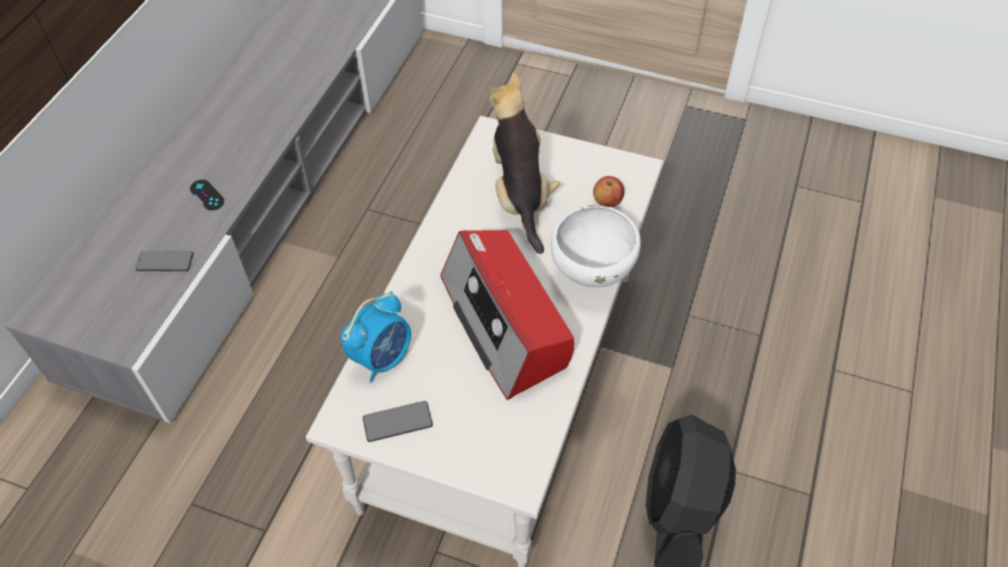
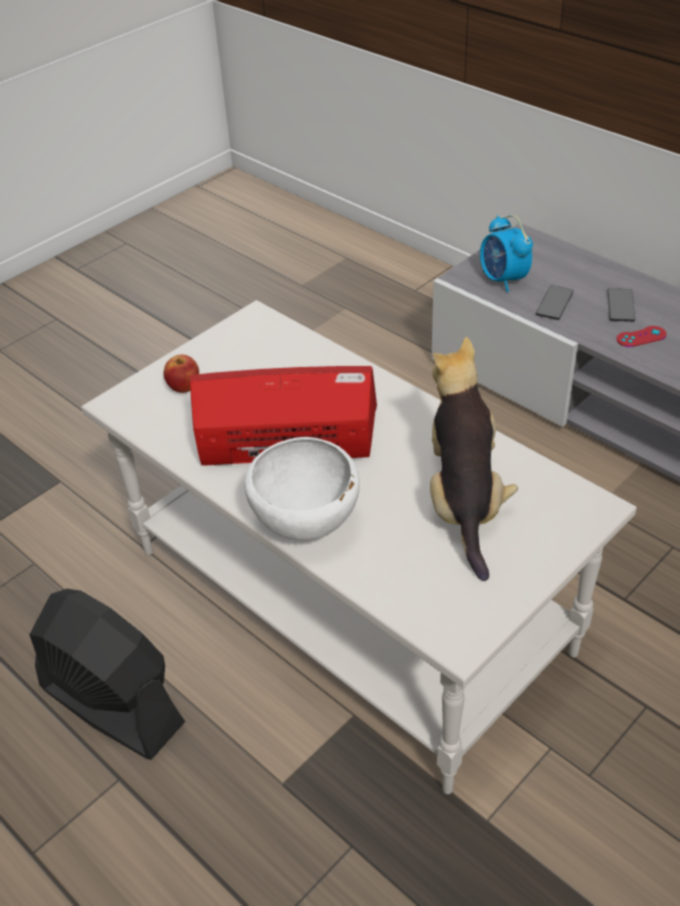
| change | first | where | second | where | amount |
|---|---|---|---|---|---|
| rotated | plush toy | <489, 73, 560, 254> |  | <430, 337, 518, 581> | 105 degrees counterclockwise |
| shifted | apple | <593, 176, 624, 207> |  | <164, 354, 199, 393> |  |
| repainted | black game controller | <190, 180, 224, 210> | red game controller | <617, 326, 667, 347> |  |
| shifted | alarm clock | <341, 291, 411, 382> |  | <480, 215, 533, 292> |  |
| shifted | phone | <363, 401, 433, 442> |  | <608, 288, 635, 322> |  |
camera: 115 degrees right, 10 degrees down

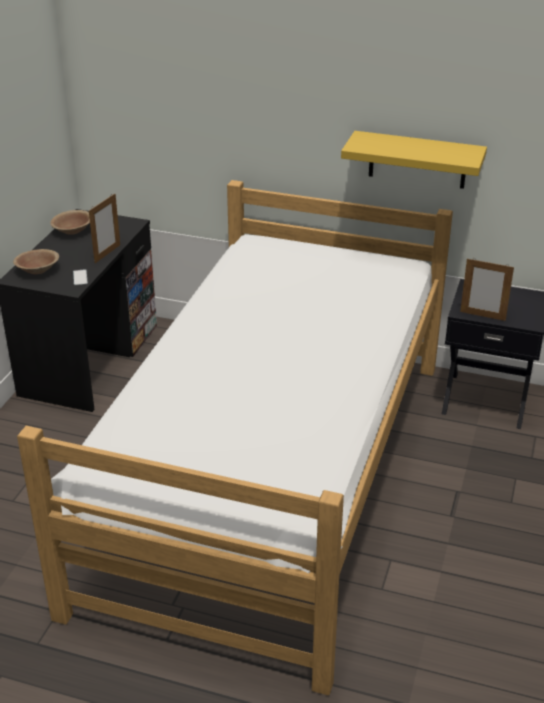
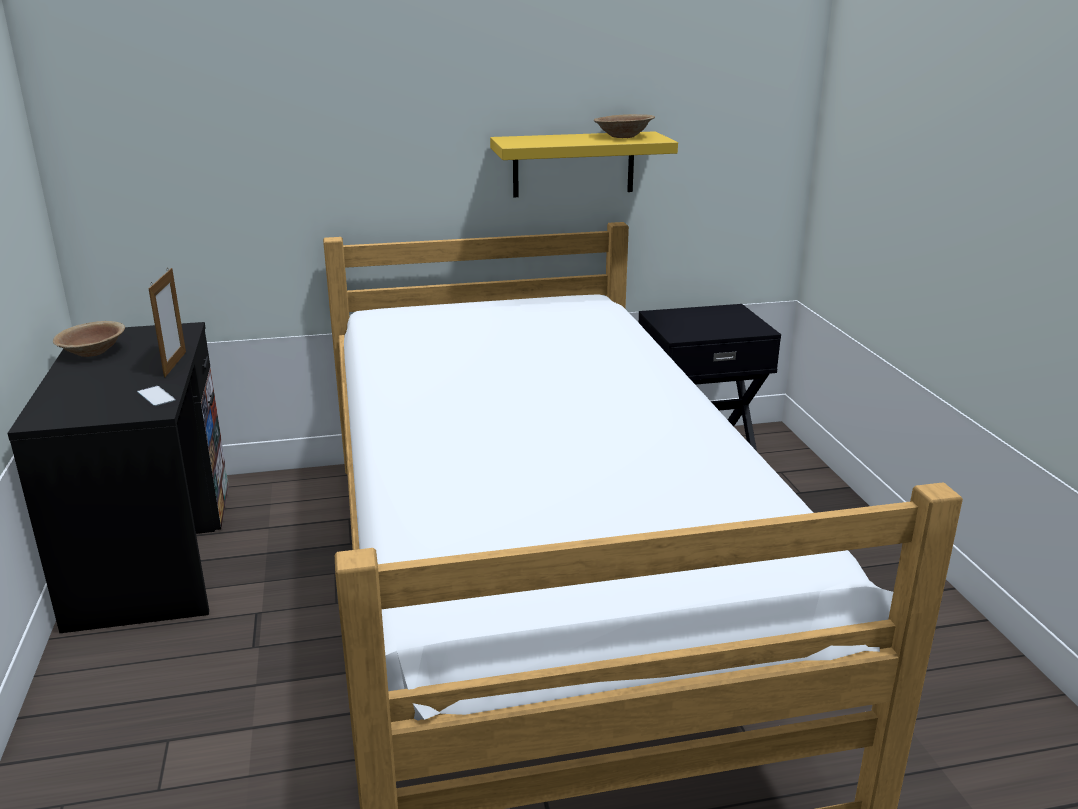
| change | first | where | second | where | amount |
|---|---|---|---|---|---|
| shifted | brown bowl | <13, 249, 59, 274> |  | <594, 114, 655, 138> |  |
| gone | picture frame | <460, 259, 514, 321> |  |  |  |
camera: 30 degrees left, 10 degrees down

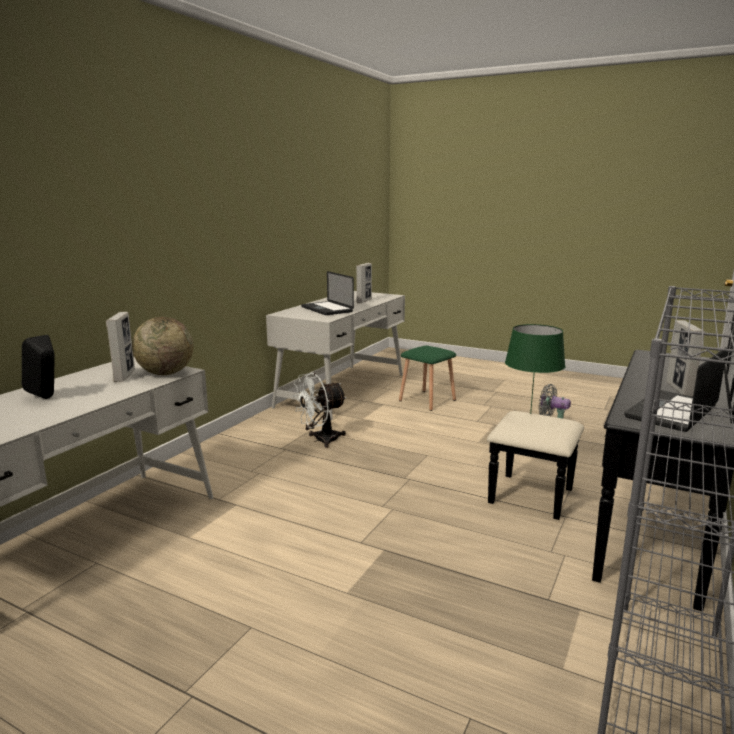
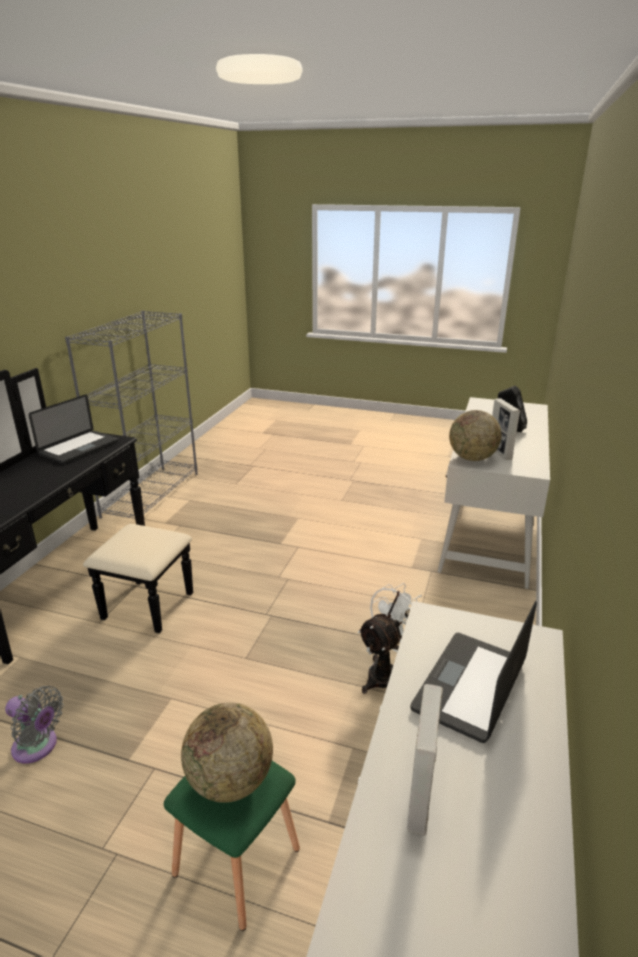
| change | first | where | second | where | amount |
|---|---|---|---|---|---|
| rotated | laptop | <301, 271, 354, 315> |  | <411, 601, 537, 743> | 105 degrees counterclockwise |
| gone | picture frame | <666, 320, 705, 397> |  |  |  |
| gone | green table lamp | <505, 324, 566, 414> |  |  |  |
| new |  |  | globe | <181, 702, 273, 803> |  |
camera: 170 degrees right, 10 degrees up

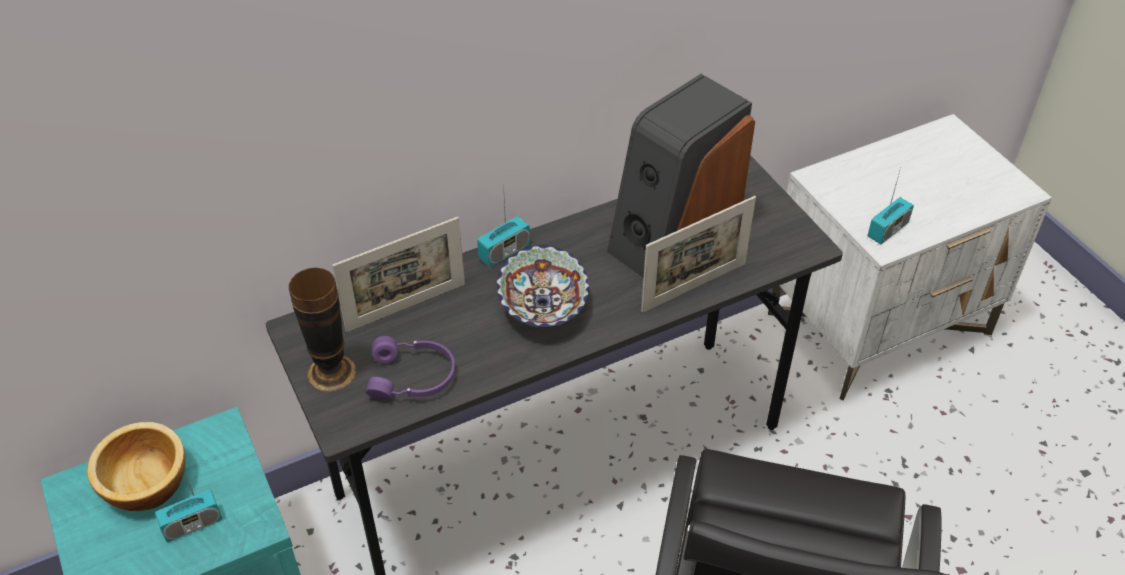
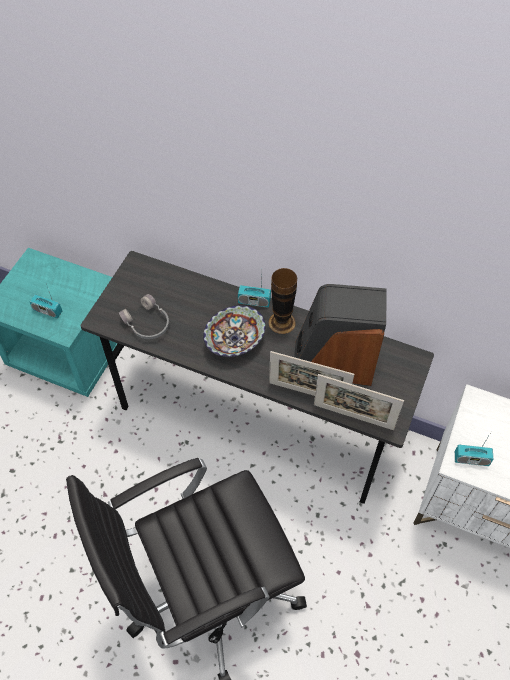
| change | first | where | second | where | amount |
|---|---|---|---|---|---|
| shifted | picture frame | <332, 217, 465, 332> |  | <314, 374, 404, 430> |  |
| shifted | vase | <289, 268, 356, 392> |  | <269, 268, 297, 334> |  |
| repainted | purple headphones | <365, 336, 455, 400> | grey headphones | <119, 294, 169, 339> |  |
| gone | bowl | <87, 422, 186, 511> |  |  |  |
camera: 50 degrees right, 10 degrees up

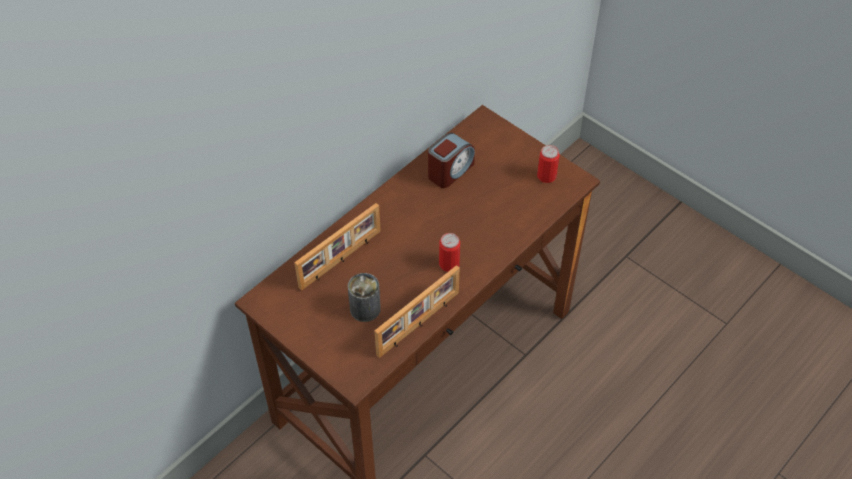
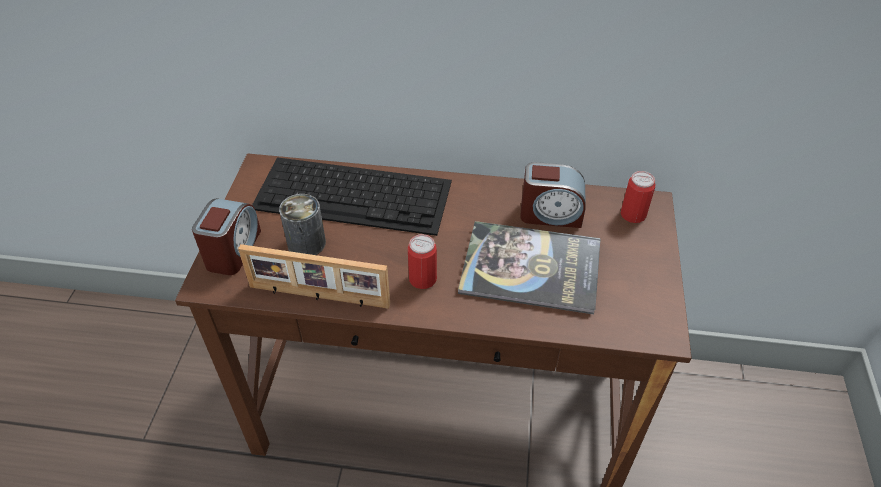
| change | first | where | second | where | amount |
|---|---|---|---|---|---|
| shifted | can | <537, 145, 560, 183> |  | <621, 171, 655, 223> |  |
| swapped | picture frame | <294, 203, 381, 291> | keyboard | <252, 157, 452, 236> |  |
| new |  |  | alarm clock | <192, 198, 261, 275> |  |
| new |  |  | book | <458, 221, 601, 314> |  |
camera: 55 degrees right, 5 degrees down

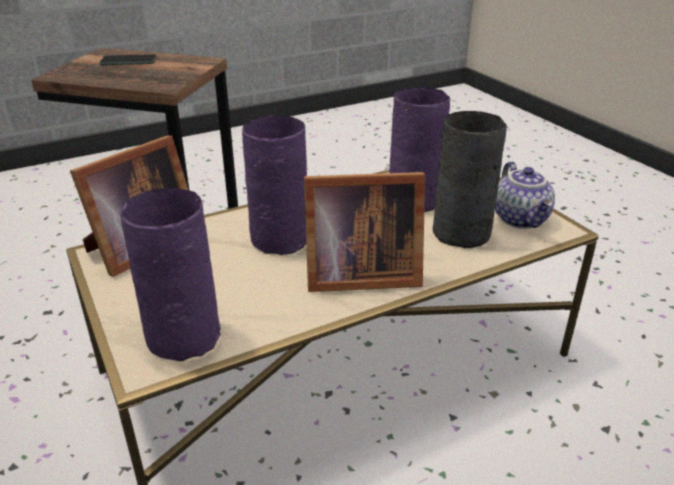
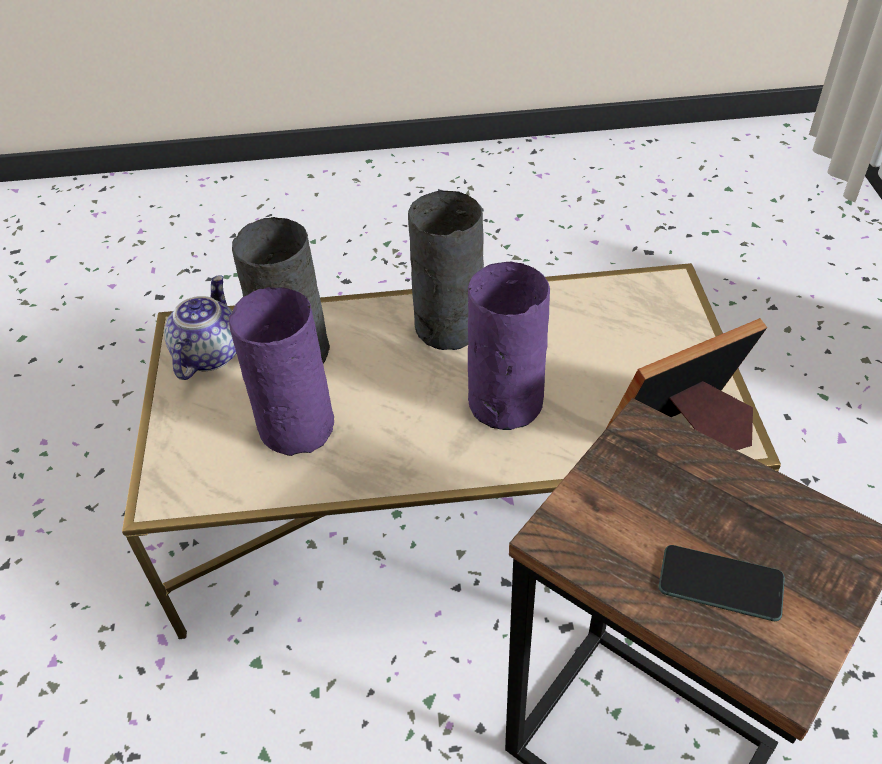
| change | first | where | second | where | amount |
|---|---|---|---|---|---|
| swapped | picture frame | <304, 172, 425, 292> | grey vase | <408, 191, 484, 350> |  |
| gone | purple vase | <120, 188, 221, 361> |  |  |  |
camera: 155 degrees left, 15 degrees up

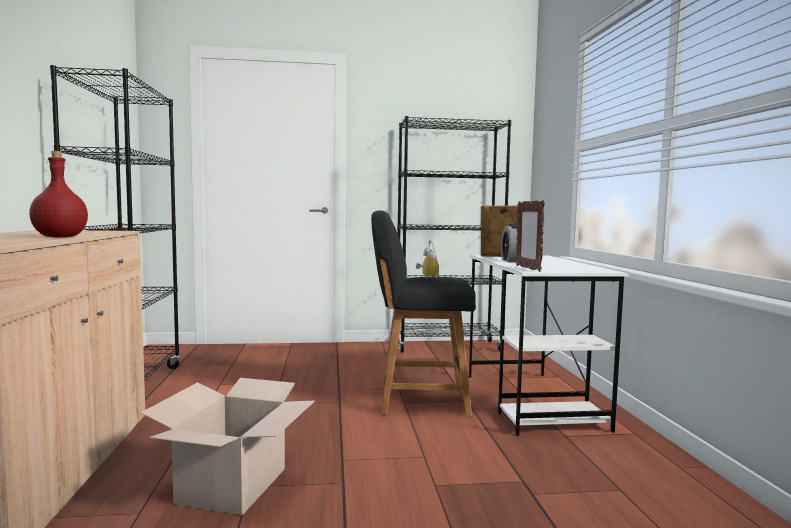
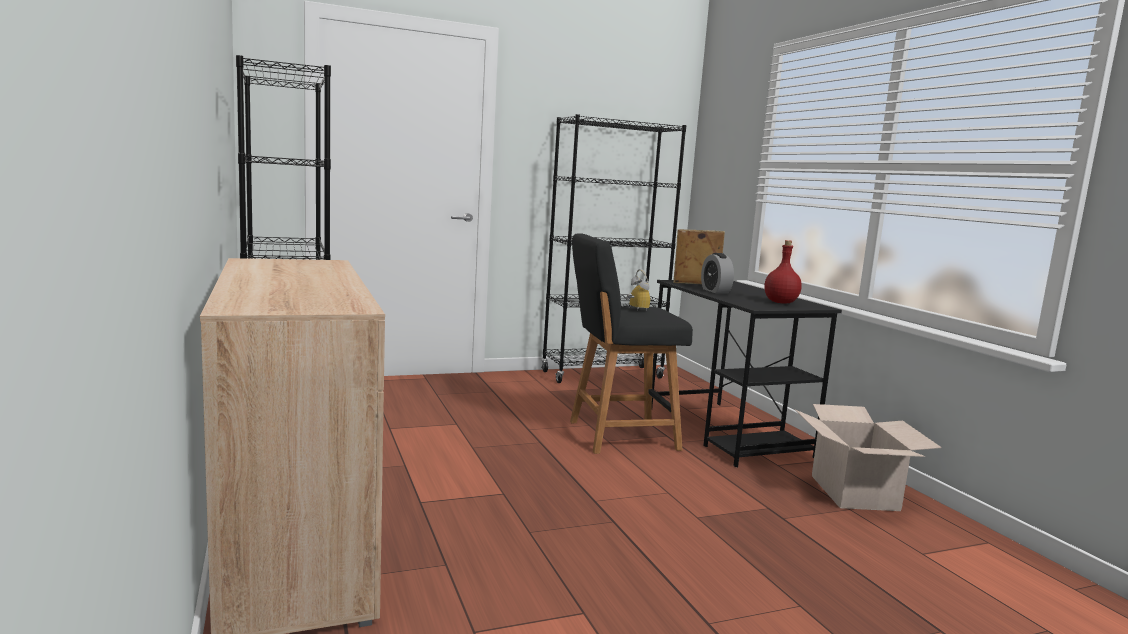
| change | first | where | second | where | amount |
|---|---|---|---|---|---|
| shifted | red bottle | <29, 151, 88, 237> |  | <764, 240, 802, 304> |  |
| gone | picture frame | <516, 200, 545, 272> |  |  |  |
| repainted | white desk | <469, 255, 629, 436> | black desk | <652, 280, 842, 468> |  |
| shifted | cardboard box | <141, 378, 315, 515> |  | <795, 404, 942, 511> |  |
camera: 15 degrees left, 5 degrees up

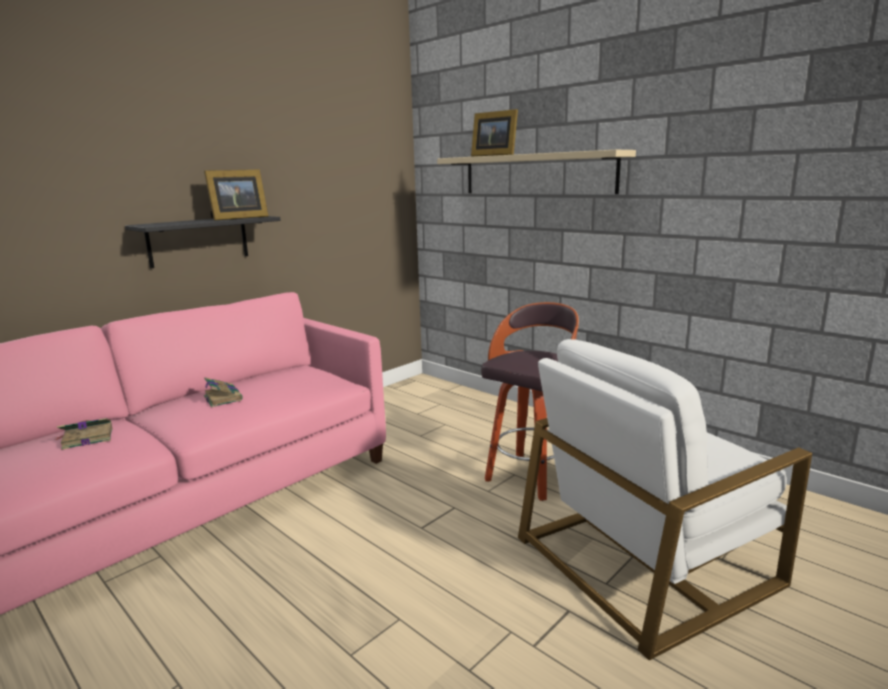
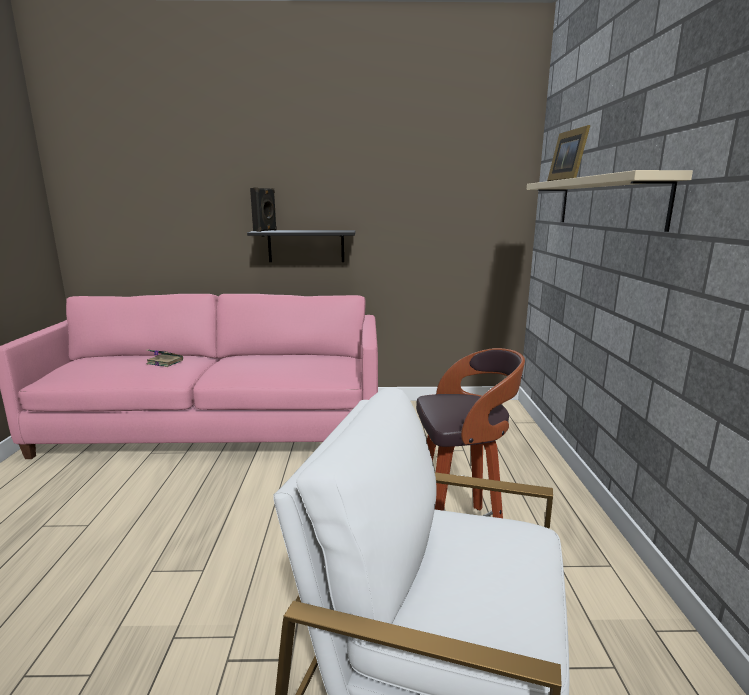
| change | first | where | second | where | amount |
|---|---|---|---|---|---|
| gone | picture frame | <204, 170, 268, 221> |  |  |  |
| gone | book | <204, 377, 243, 407> |  |  |  |
| new |  |  | black speaker | <250, 188, 277, 232> |  |
camera: 45 degrees right, 0 degrees up

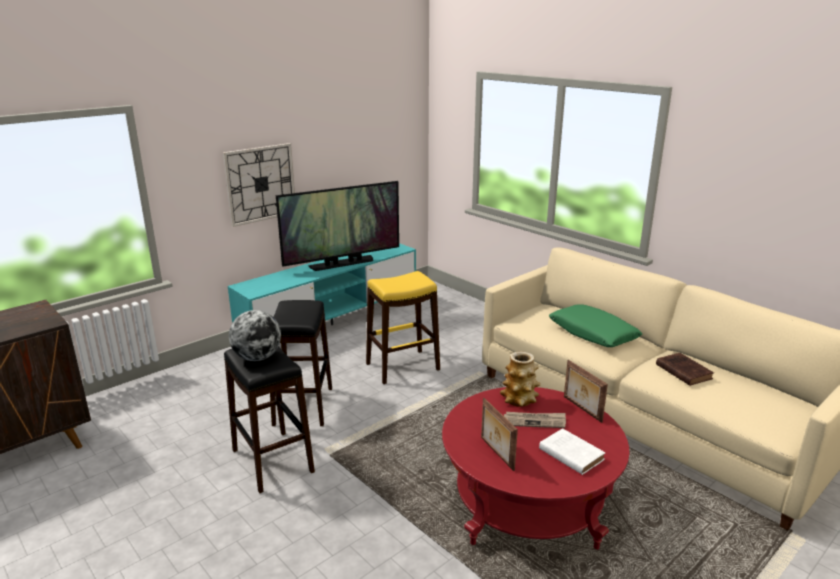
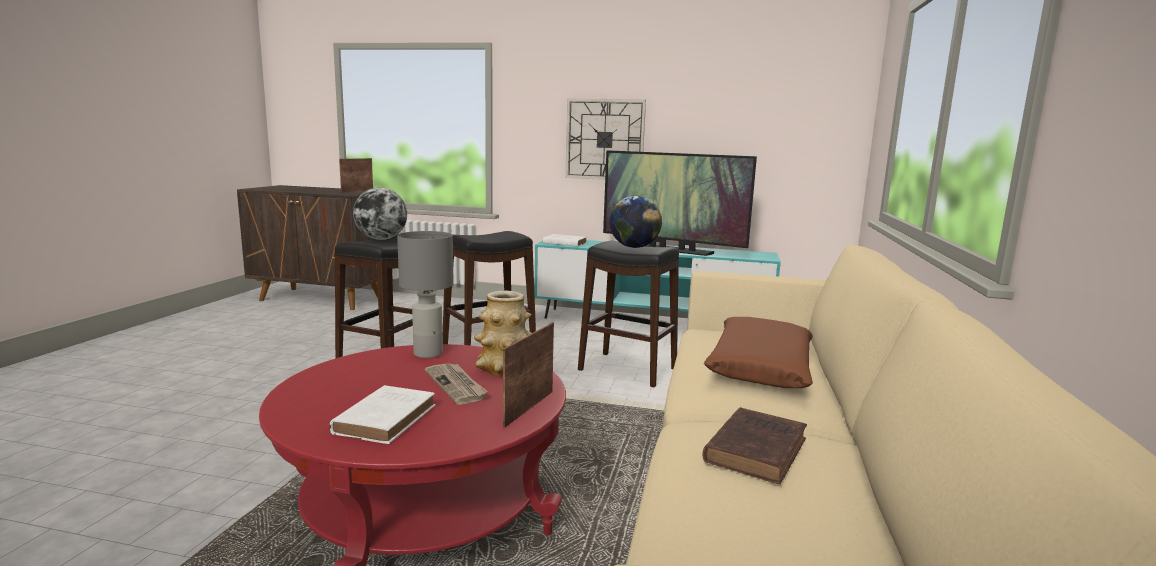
| change | first | where | second | where | amount |
|---|---|---|---|---|---|
| repainted | yellow stool | <366, 271, 440, 384> | black stool | <578, 241, 679, 387> |  |
| repainted | green pillow | <549, 304, 642, 347> | brown pillow | <704, 317, 813, 388> |  |
| shifted | picture frame | <481, 398, 518, 471> |  | <339, 158, 373, 193> |  |
| new |  |  | globe | <610, 195, 662, 248> |  |
| new |  |  | grey table lamp | <397, 231, 454, 358> |  |
| new |  |  | white book | <543, 234, 587, 247> |  |
camera: 55 degrees right, 10 degrees down

